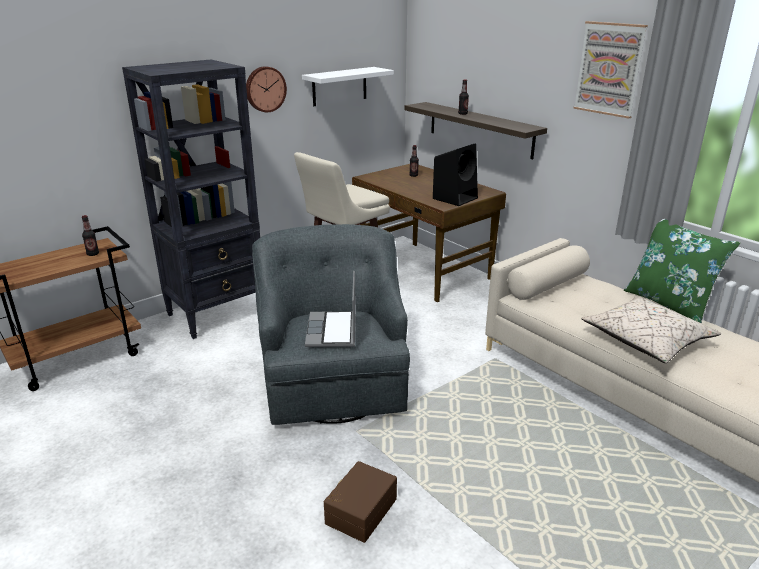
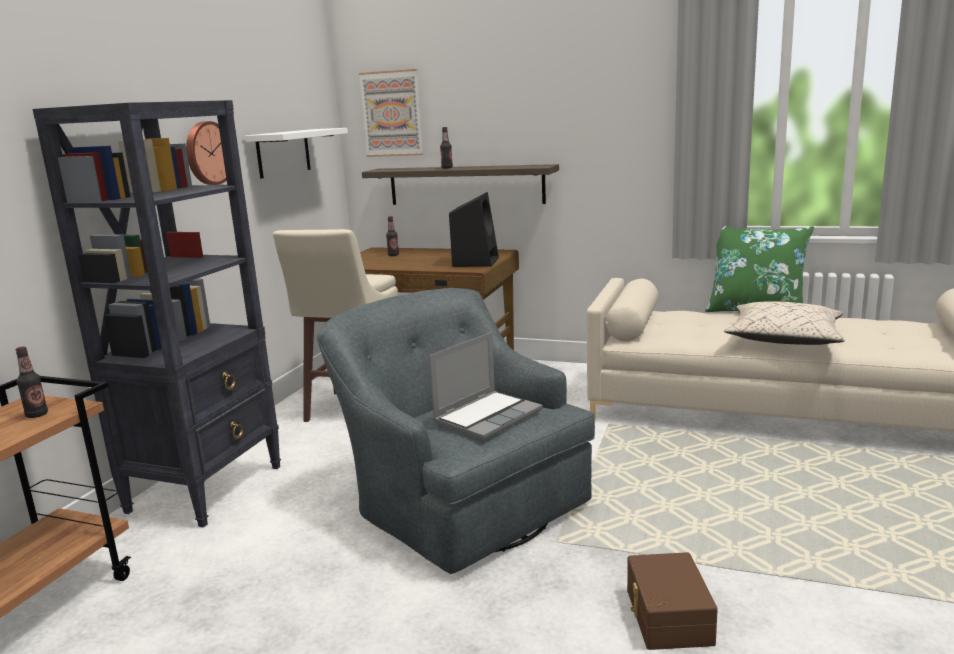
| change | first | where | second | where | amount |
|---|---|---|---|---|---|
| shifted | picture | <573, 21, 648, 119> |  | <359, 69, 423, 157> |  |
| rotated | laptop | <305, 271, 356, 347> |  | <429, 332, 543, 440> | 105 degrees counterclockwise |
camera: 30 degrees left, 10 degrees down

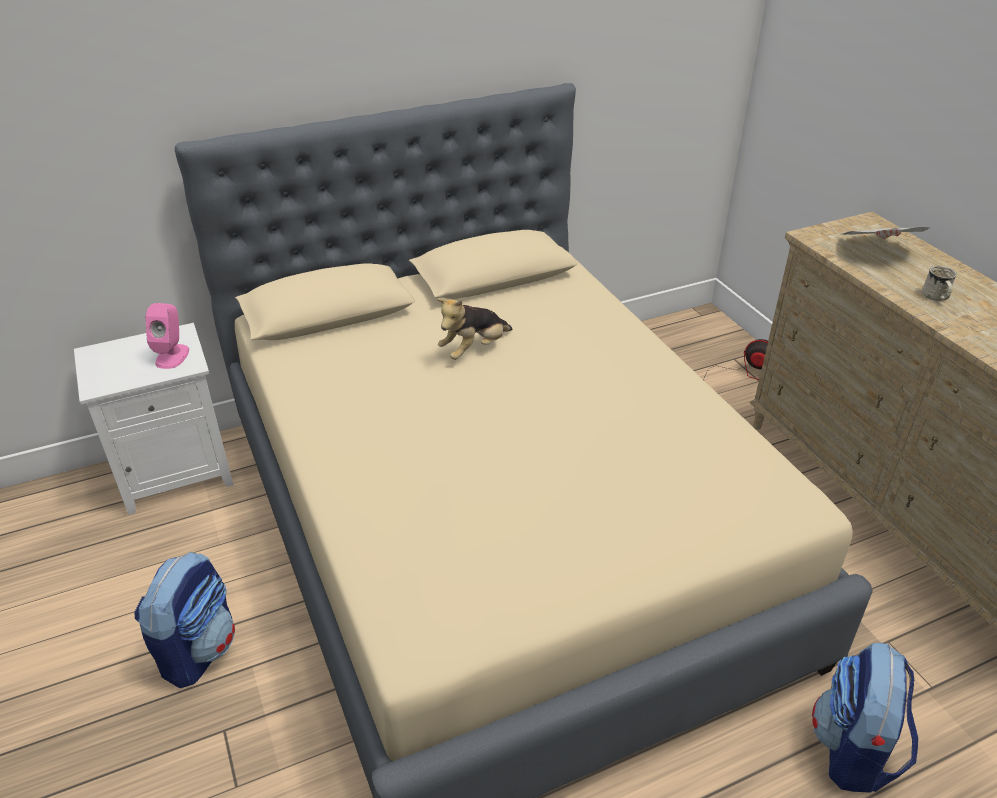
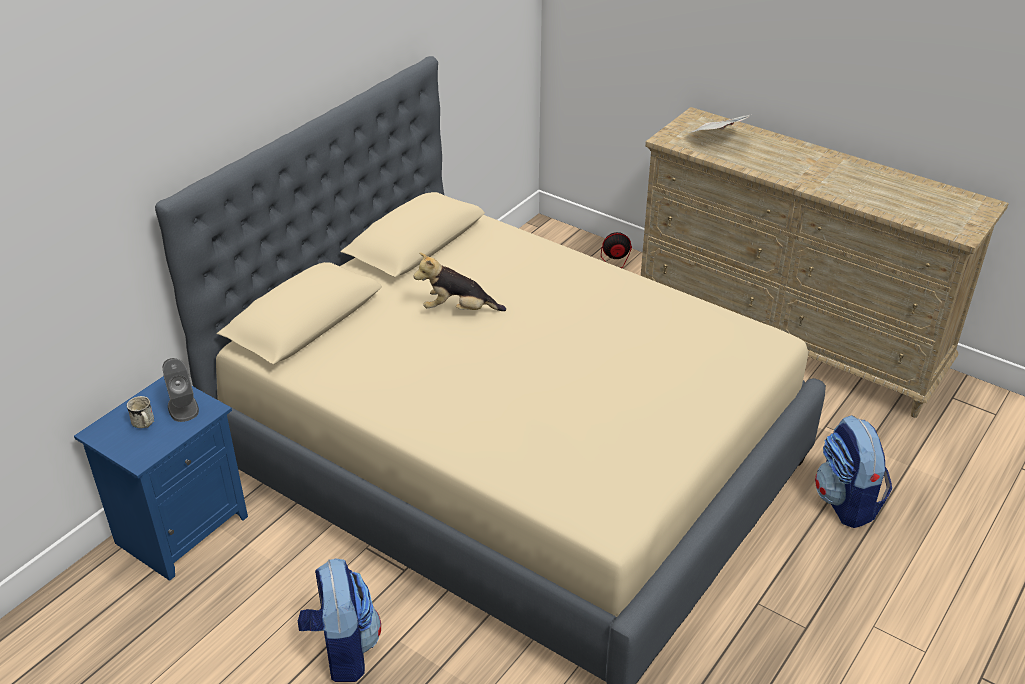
| change | first | where | second | where | amount |
|---|---|---|---|---|---|
| shifted | white mug | <922, 266, 957, 301> |  | <127, 396, 154, 428> |  |
| rotated | plush toy | <437, 299, 512, 360> |  | <413, 252, 506, 311> | 75 degrees clockwise |
| repainted | pink speaker | <145, 303, 189, 369> | grey speaker | <163, 358, 199, 422> |  |
| repainted | white nightstand | <74, 323, 234, 515> | blue nightstand | <74, 376, 248, 581> |  |
camera: 30 degrees left, 0 degrees up

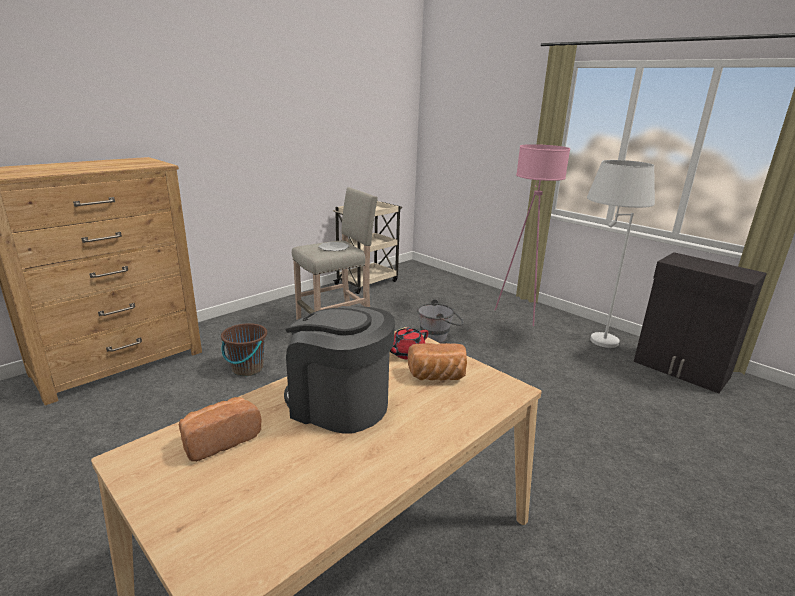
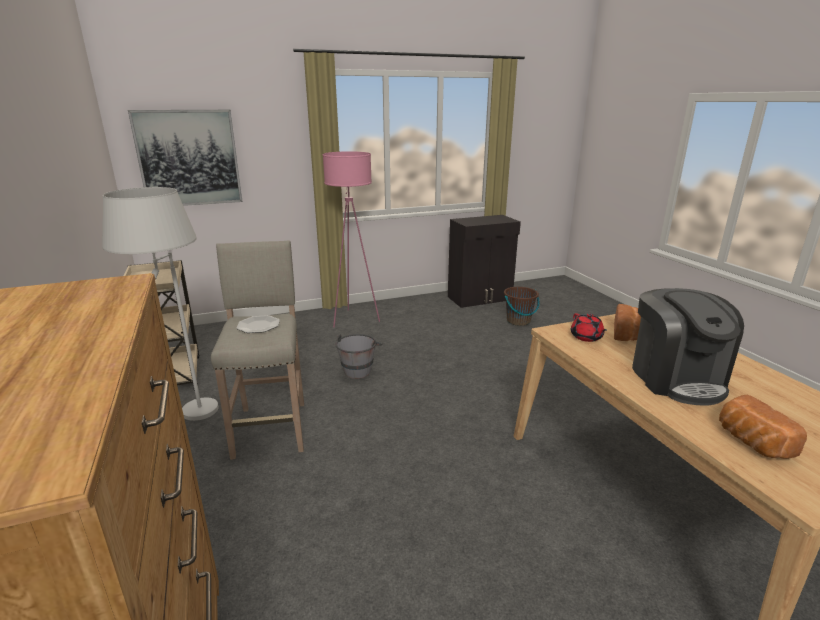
| change | first | where | second | where | amount |
|---|---|---|---|---|---|
| shifted | white floor lamp | <587, 160, 655, 348> |  | <102, 187, 219, 421> |  |
| rotated | coffee machine | <284, 306, 395, 434> |  | <632, 288, 744, 405> | 60 degrees counterclockwise |
| shifted | brown bucket | <221, 323, 267, 376> |  | <504, 287, 539, 326> |  |
| new |  |  | picture | <128, 110, 243, 206> |  |
camera: 65 degrees left, 0 degrees up

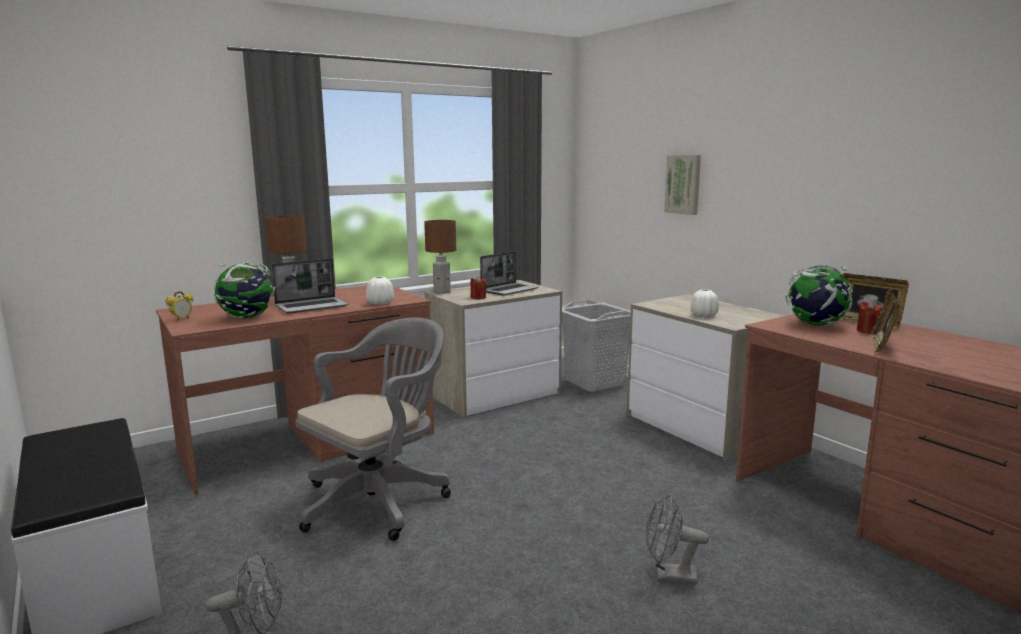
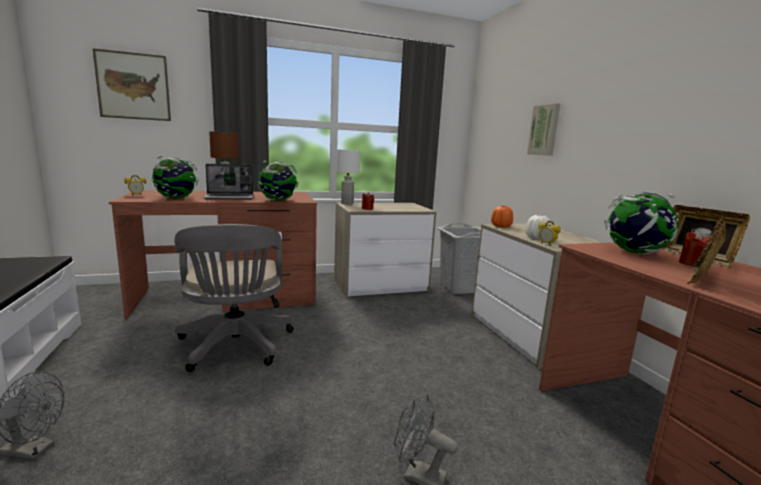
| change | first | where | second | where | amount |
|---|---|---|---|---|---|
| repainted | brown table lamp | <424, 220, 456, 294> | white table lamp | <337, 149, 360, 204> |  |
| gone | laptop | <480, 251, 539, 296> |  |  |  |
| swapped | white vase | <366, 276, 394, 305> | globe | <258, 160, 299, 201> |  |
| rotated | grey office chair | <295, 318, 451, 541> |  | <174, 224, 294, 372> | 105 degrees clockwise |
| new |  |  | picture | <92, 48, 171, 121> |  |
| new |  |  | orange vase | <491, 206, 513, 227> |  |
| new |  |  | alarm clock | <539, 221, 561, 246> |  |
camera: 15 degrees right, 0 degrees up

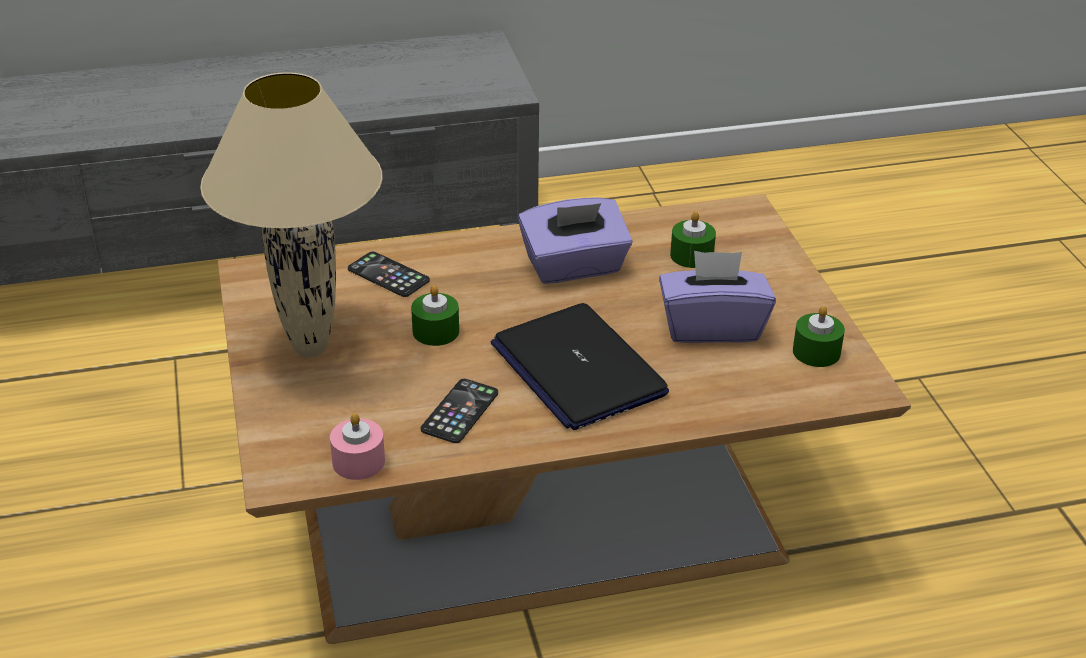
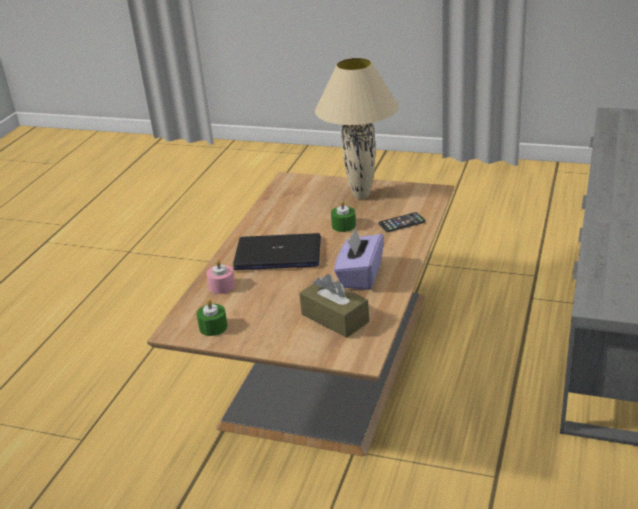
| change | first | where | second | where | amount |
|---|---|---|---|---|---|
| swapped | green candle | <670, 211, 716, 268> | brown tissue box | <299, 274, 369, 338> |  |
| gone | purple tissue box | <659, 251, 776, 343> |  |  |  |
| gone | phone | <421, 379, 498, 443> |  |  |  |
| shifted | pink candle | <330, 413, 385, 480> |  | <206, 259, 235, 294> |  |
camera: 125 degrees right, 5 degrees down

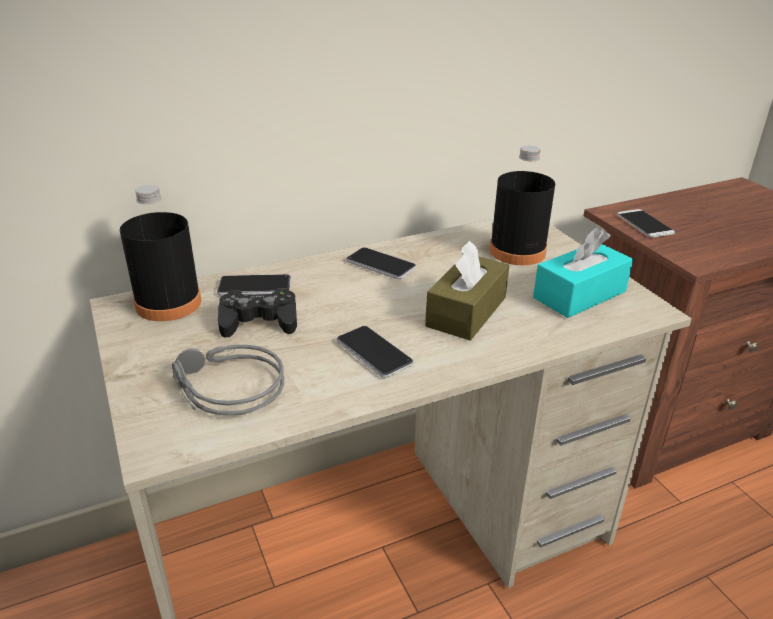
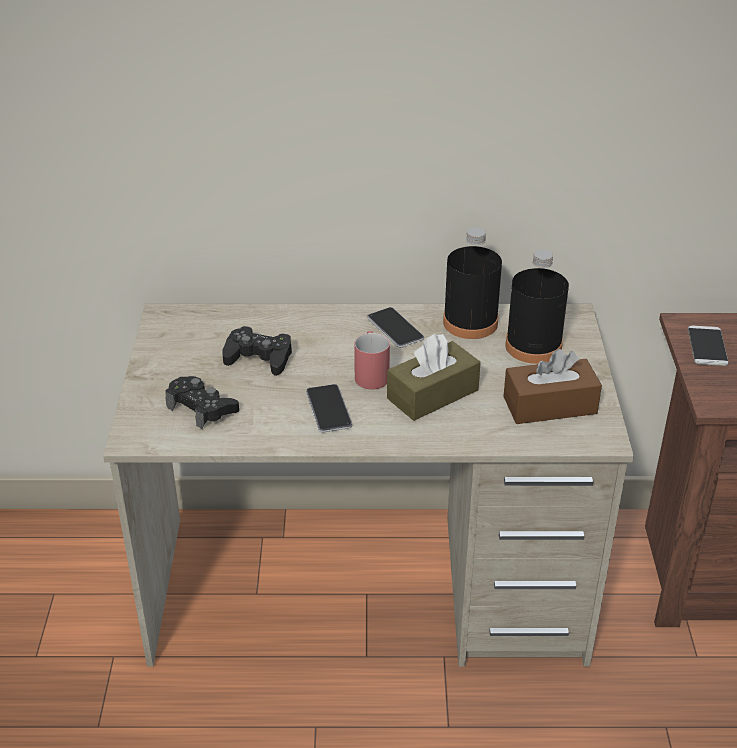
| change | first | where | second | where | amount |
|---|---|---|---|---|---|
| shifted | black bottle | <120, 185, 201, 321> |  | <443, 228, 502, 339> |  |
| repainted | turquoise tissue box | <533, 228, 633, 318> | brown tissue box | <503, 349, 602, 424> |  |
| gone | phone | <217, 274, 291, 296> |  |  |  |
| swapped | grey headphones | <172, 345, 284, 415> | black game controller | <165, 376, 239, 429> |  |
| new |  |  | red mug | <354, 331, 390, 389> |  |
camera: 25 degrees right, 5 degrees up

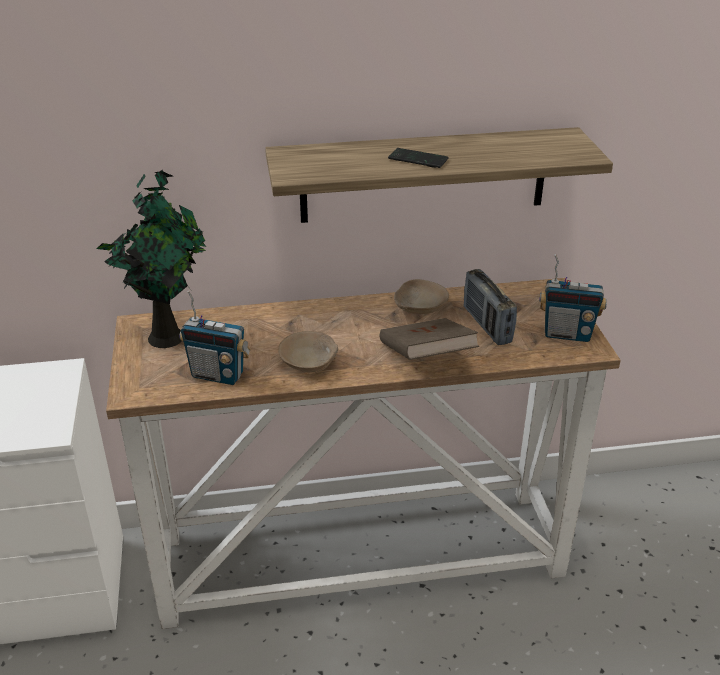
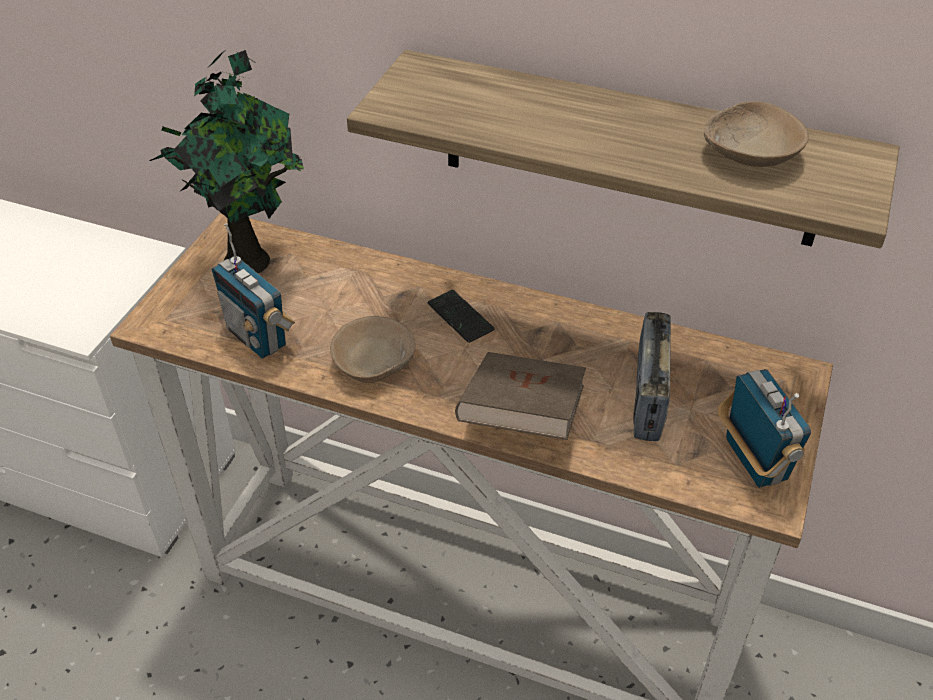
| change | first | where | second | where | amount |
|---|---|---|---|---|---|
| shifted | phone | <388, 148, 449, 168> |  | <428, 290, 495, 343> |  |
| rotated | radio | <539, 254, 607, 342> |  | <718, 369, 811, 488> | 150 degrees counterclockwise |
| shifted | beige bowl | <394, 279, 449, 314> |  | <704, 101, 809, 167> |  |
camera: 30 degrees right, 10 degrees up

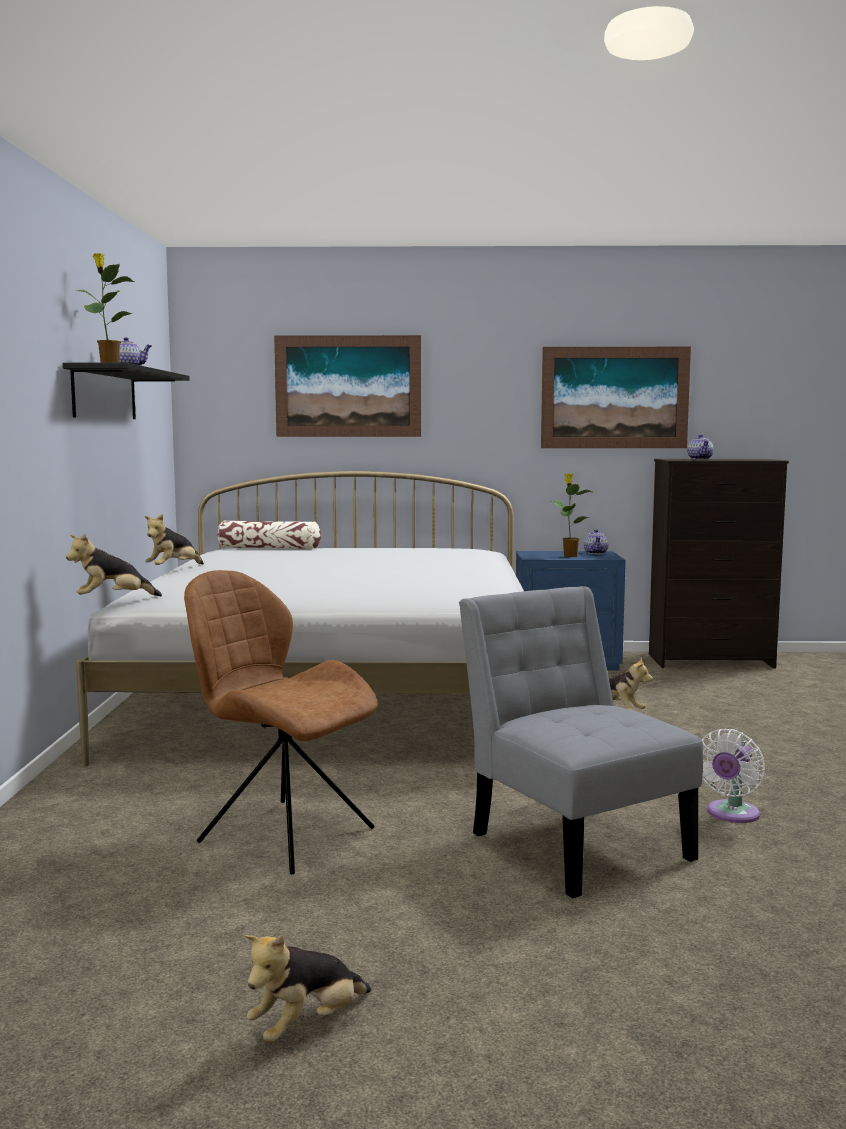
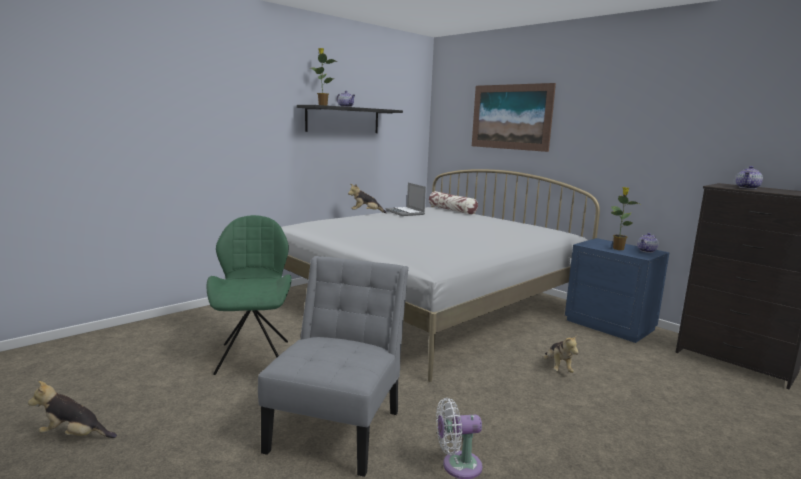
| change | first | where | second | where | amount |
|---|---|---|---|---|---|
| gone | picture | <541, 347, 691, 448> |  |  |  |
| gone | plush toy | <66, 534, 162, 596> |  |  |  |
| repainted | brown chair | <184, 570, 378, 874> | green chair | <207, 215, 292, 375> |  |
| new |  |  | laptop | <386, 183, 426, 216> |  |
camera: 45 degrees right, 5 degrees up

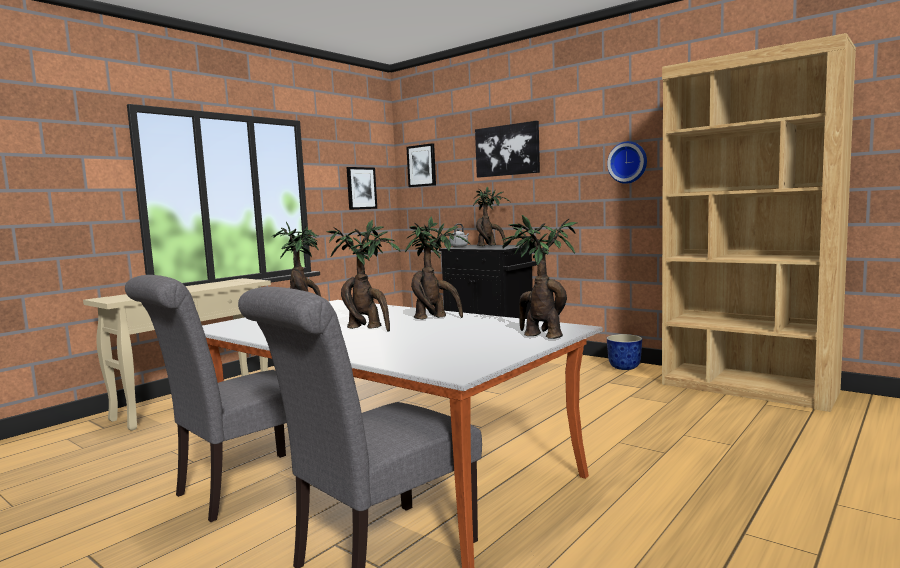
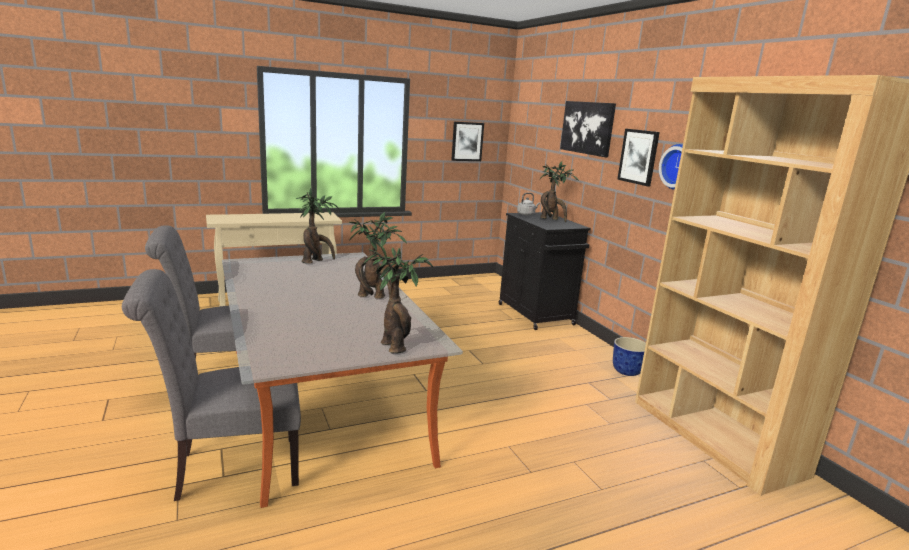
| change | first | where | second | where | amount |
|---|---|---|---|---|---|
| shifted | picture | <406, 143, 436, 187> |  | <617, 129, 660, 186> |  |
| gone | potted plant | <326, 220, 401, 332> |  |  |  |
camera: 25 degrees right, 10 degrees up

